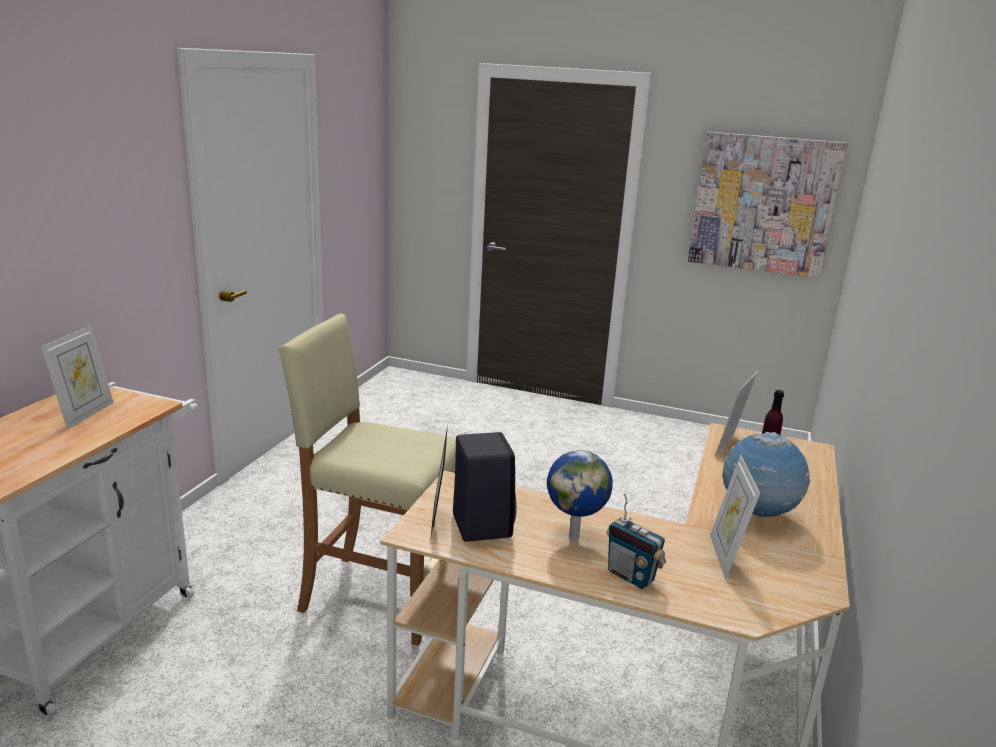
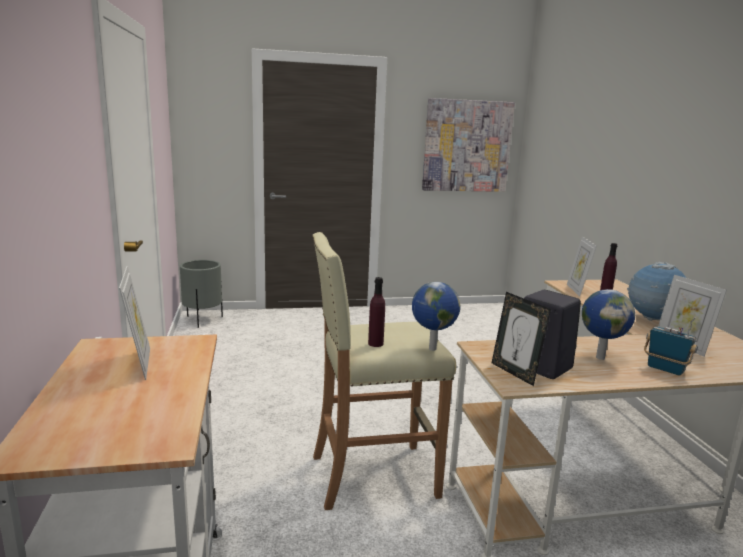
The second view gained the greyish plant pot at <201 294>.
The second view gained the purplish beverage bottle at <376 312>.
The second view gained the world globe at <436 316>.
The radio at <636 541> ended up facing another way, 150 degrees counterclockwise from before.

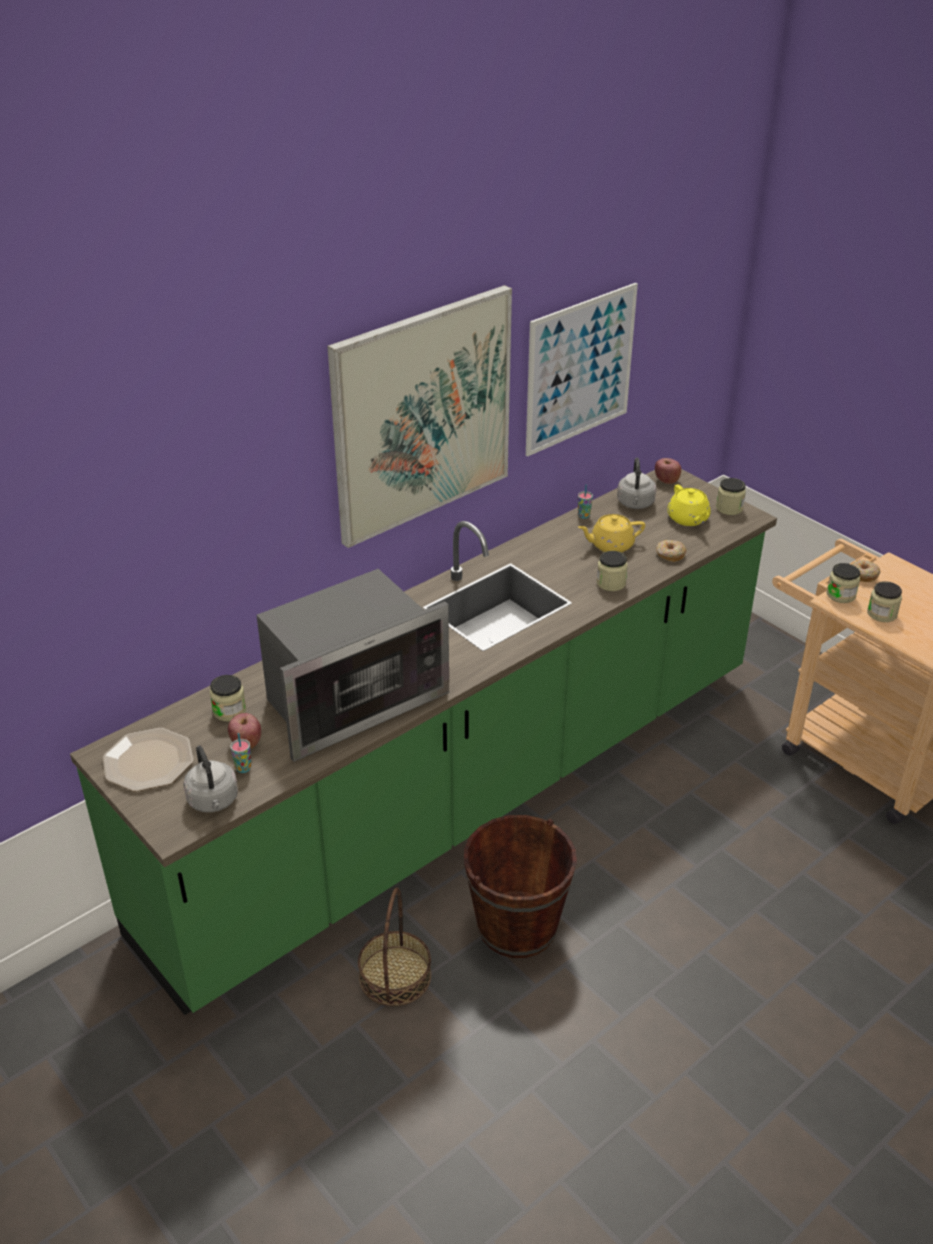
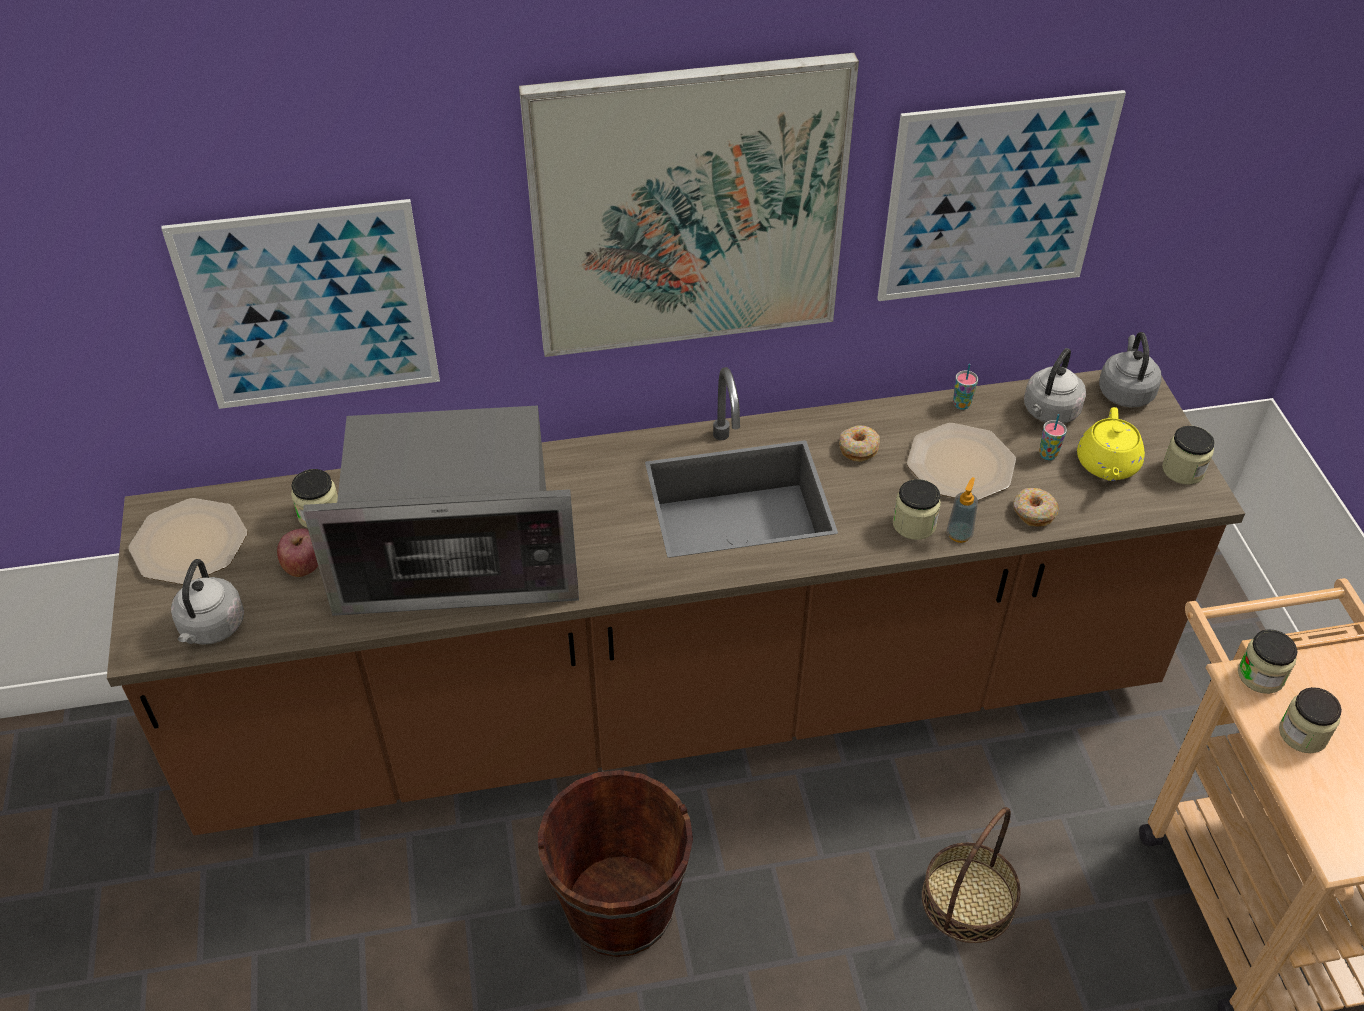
The second view gained the picture at <300 304>.
The second view gained the soap bottle at <962 510>.
The drinking cup ended up elsewhere, having gone from <240 753> to <1053 437>.
The basket ended up elsewhere, having gone from <394 947> to <971 875>.
The ring doughnut ended up elsewhere, having gone from <866 571> to <859 443>.
Where the yellow tea pot stood at <611 533>, the dinner plate came to stand at <961 461>.
Where the apple fruit stood at <668 471>, the greyish kettle came to stand at <1130 370>.
What was the green-coloured kitchen counter at <423 742> turned into the brown kitchen counter at <676 601>.

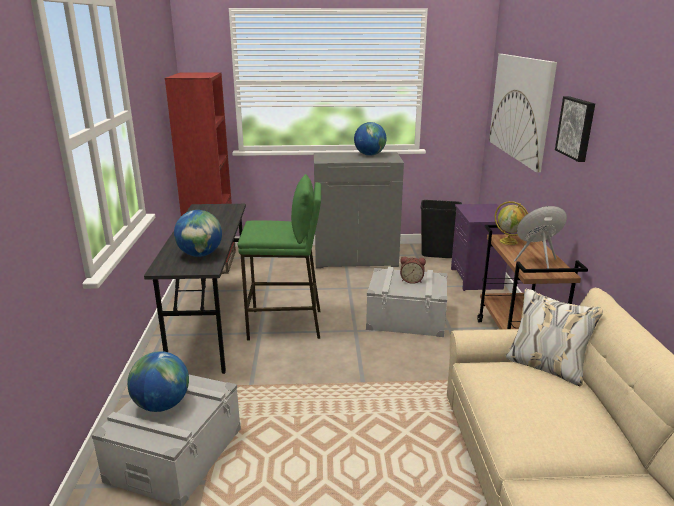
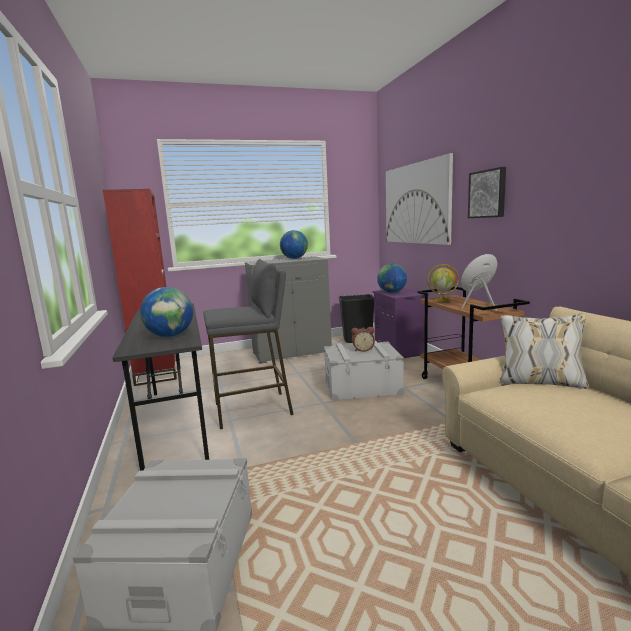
The world globe ended up elsewhere, having gone from <158 381> to <392 278>.
What was the green-coloured sitting stool at <279 257> turned into the greyish sitting stool at <248 344>.

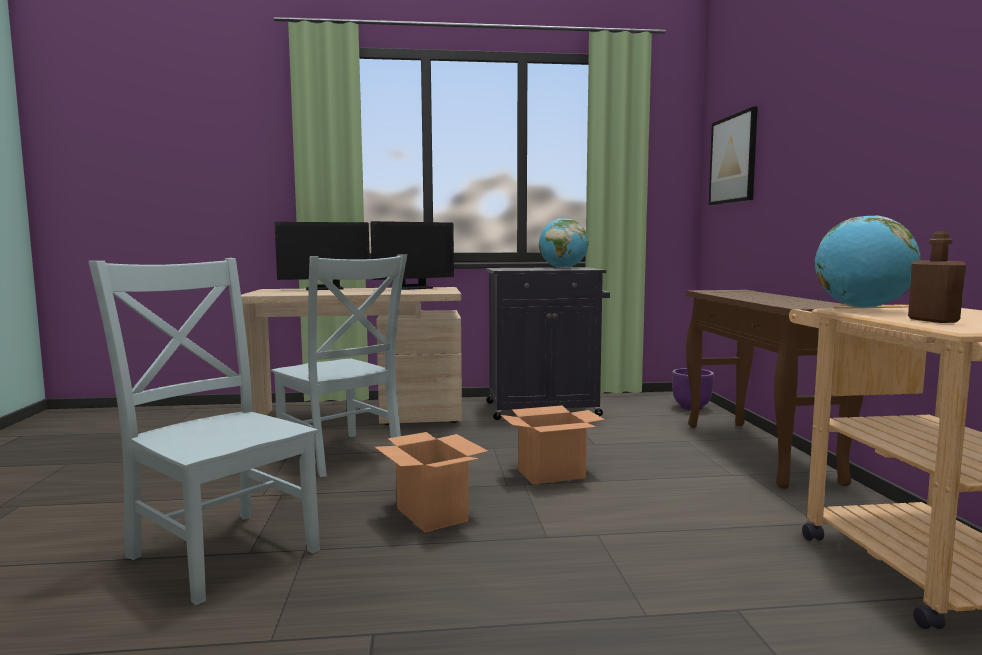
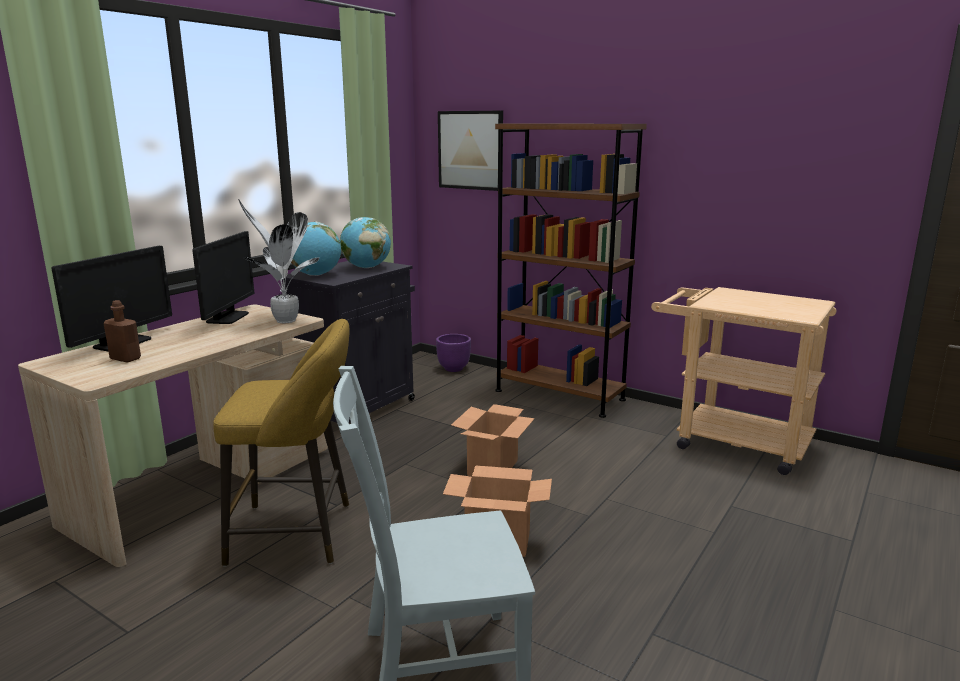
The second view gained the houseplant at <278 261>.
The world globe ended up elsewhere, having gone from <867 261> to <316 249>.
The brown beverage bottle ended up elsewhere, having gone from <937 277> to <122 331>.
Where the greyish plain chair stood at <339 365>, the yellow sitting stool came to stand at <281 443>.
Where the brown hall table stood at <775 389>, the brown bookshelf came to stand at <571 271>.

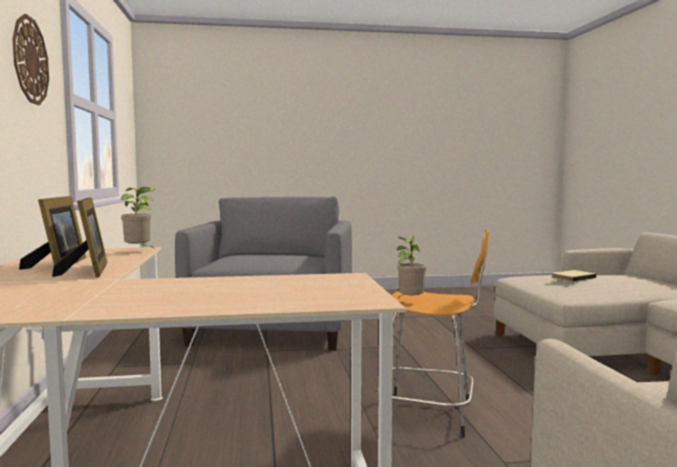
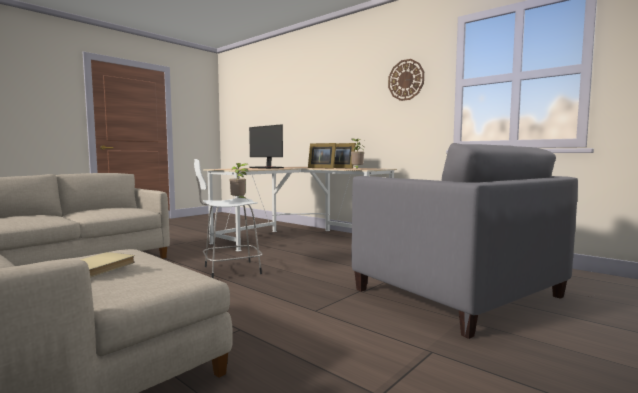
The second view gained the monitor at <266 146>.
What was the orange-coloured sitting stool at <433 334> turned into the white-coloured sitting stool at <228 218>.

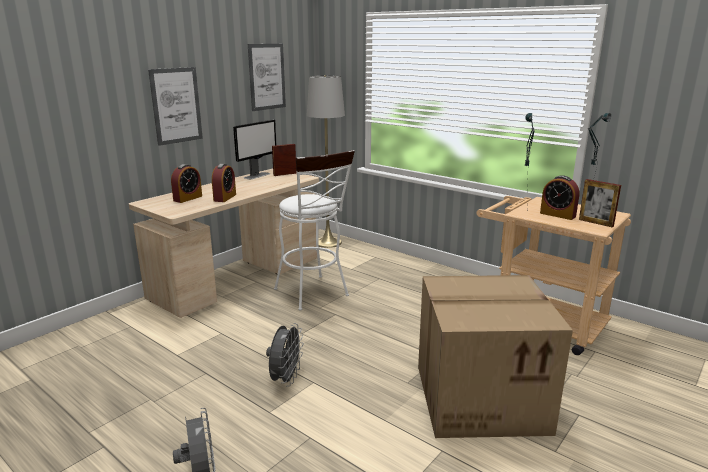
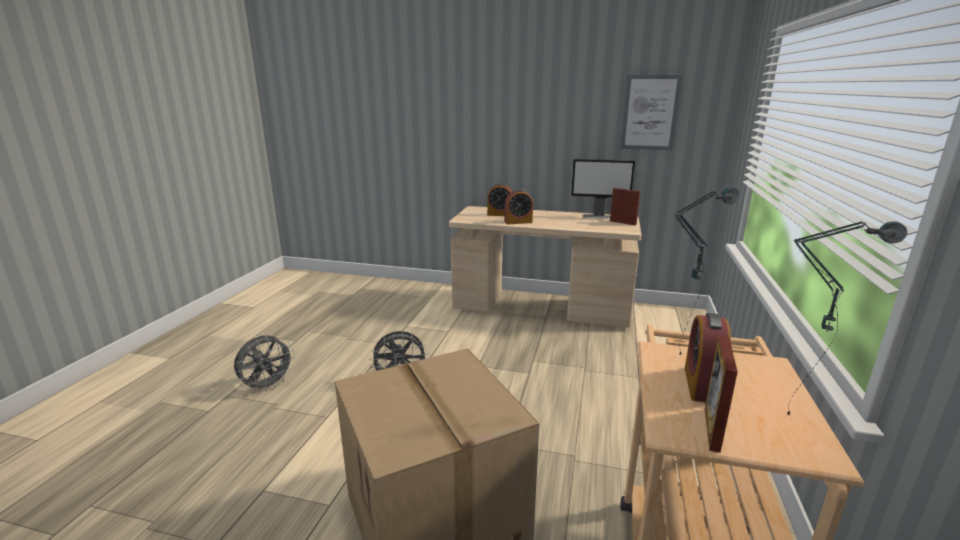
The second view lost the picture at <175 106>.
The second view lost the white-coloured sitting stool at <314 230>.
The second view lost the greyish floor lamp at <326 161>.

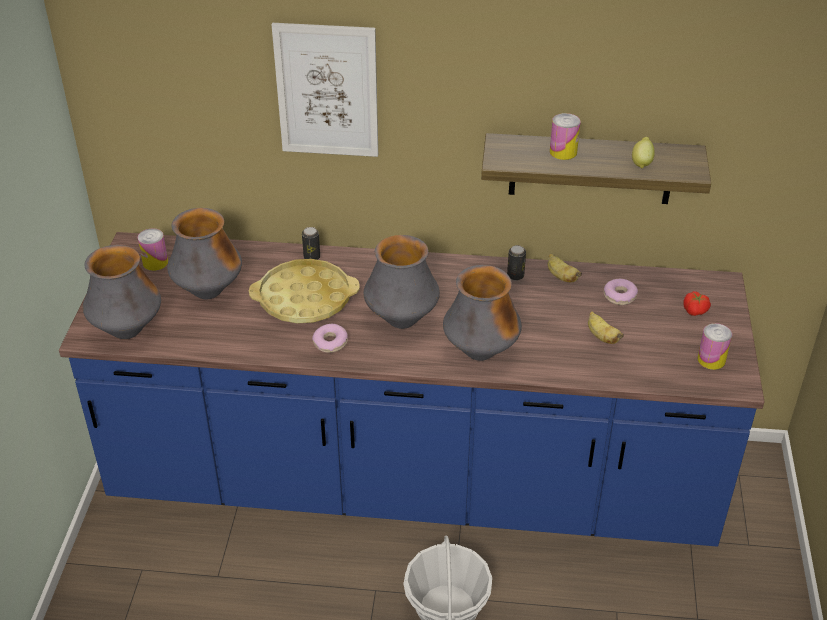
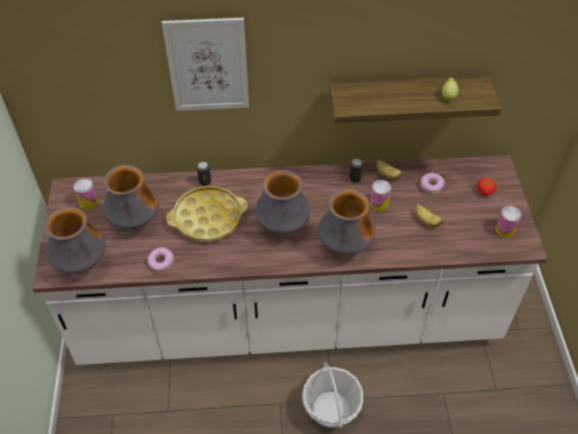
The ring doughnut ended up elsewhere, having gone from <330 338> to <160 259>.
The can ended up elsewhere, having gone from <565 136> to <380 195>.
What was the blue-coloured kitchen counter at <411 389> turned into the white-coloured kitchen counter at <290 260>.

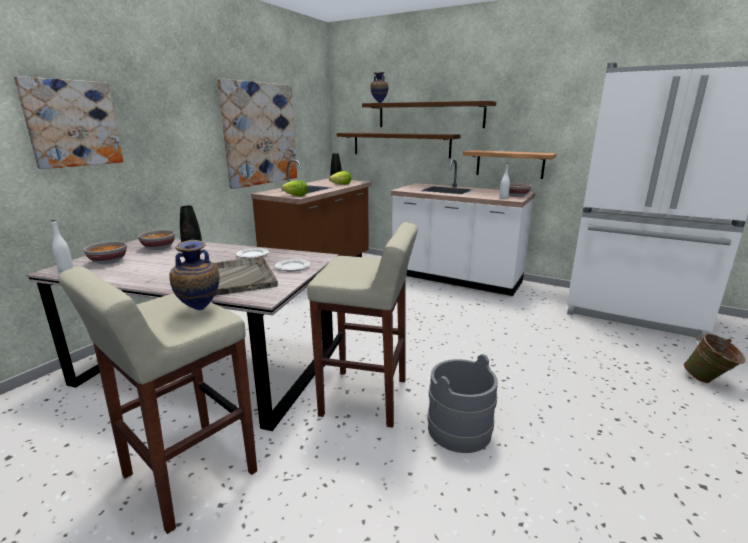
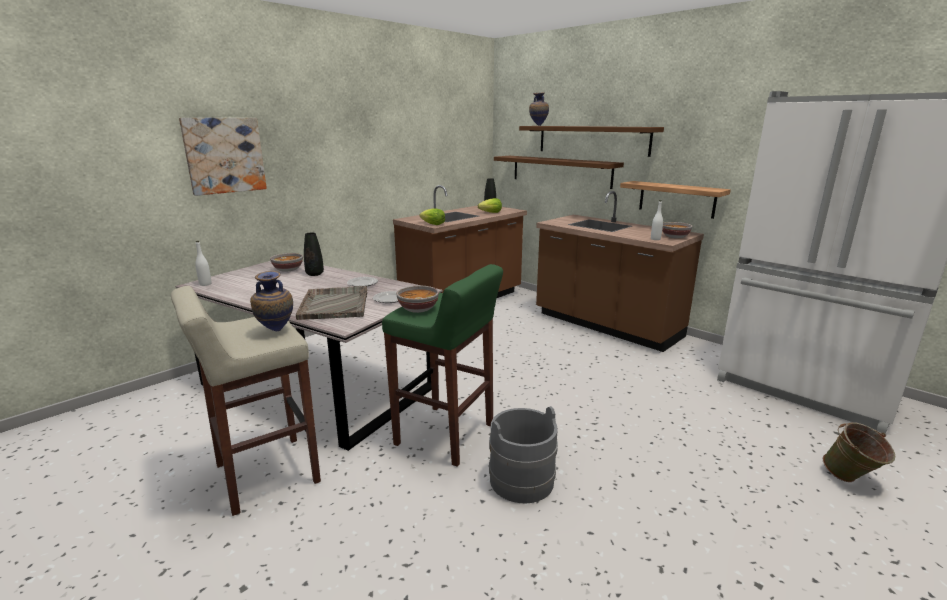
The second view lost the picture at <257 133>.
The bowl ended up elsewhere, having gone from <105 252> to <417 299>.
What was the sand-coloured sitting stool at <362 325> turned into the green-coloured sitting stool at <442 365>.
What was the white-coloured kitchen counter at <462 227> turned into the brown kitchen counter at <620 271>.

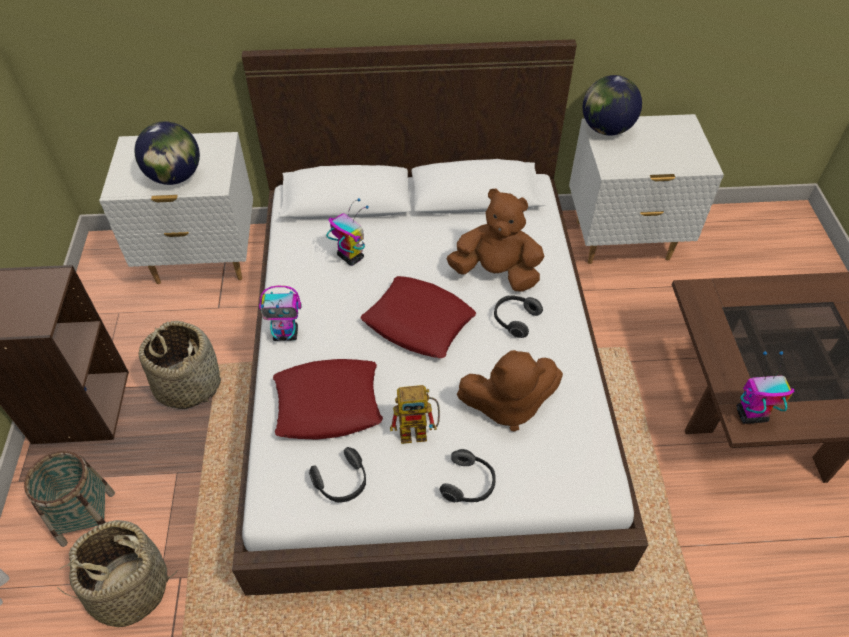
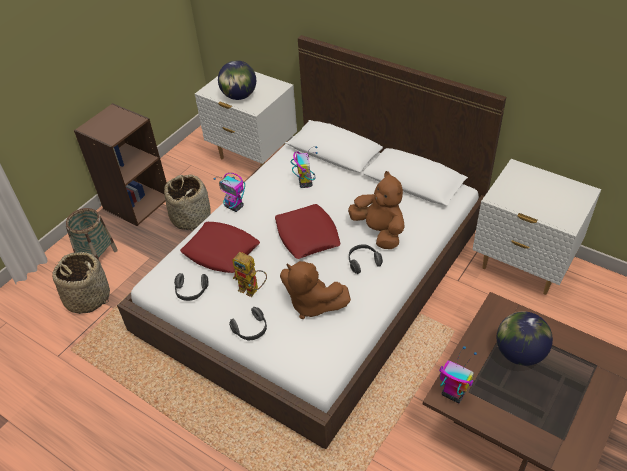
The world globe ended up elsewhere, having gone from <612 105> to <525 338>.

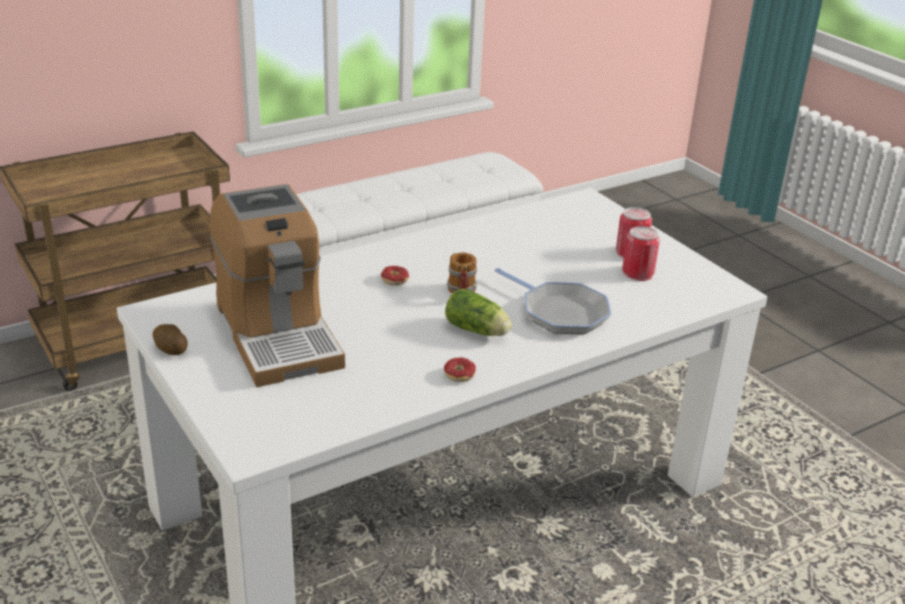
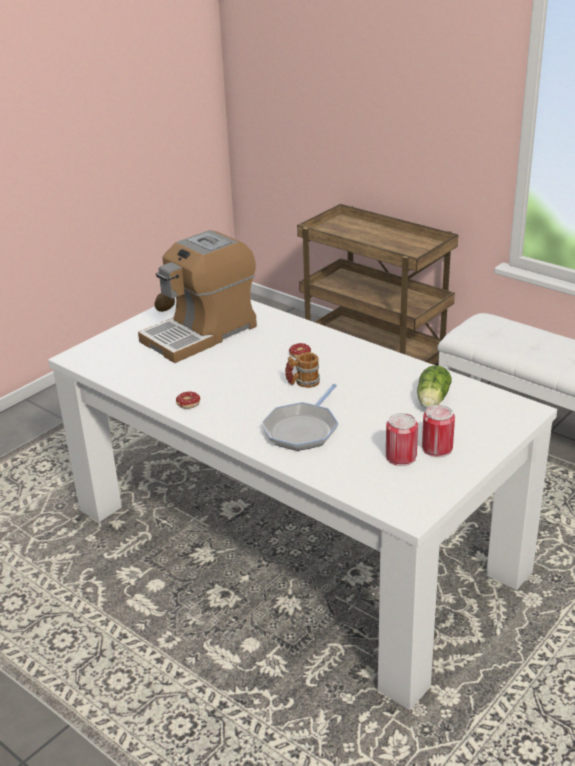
The lettuce head ended up elsewhere, having gone from <478 312> to <434 386>.

